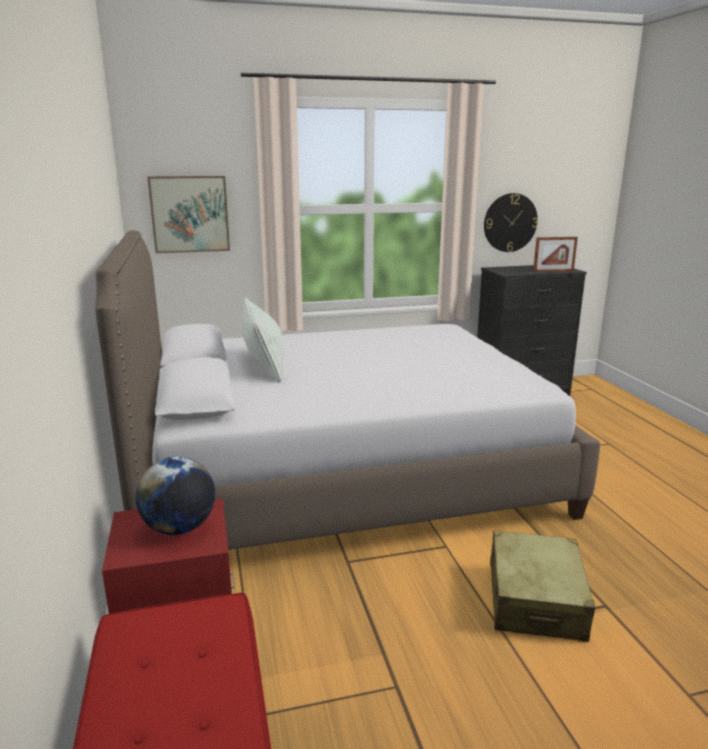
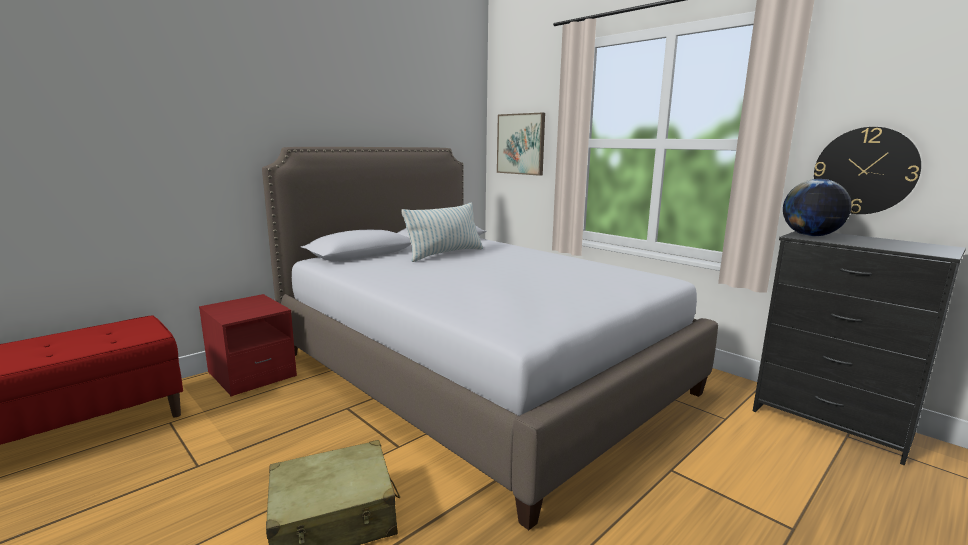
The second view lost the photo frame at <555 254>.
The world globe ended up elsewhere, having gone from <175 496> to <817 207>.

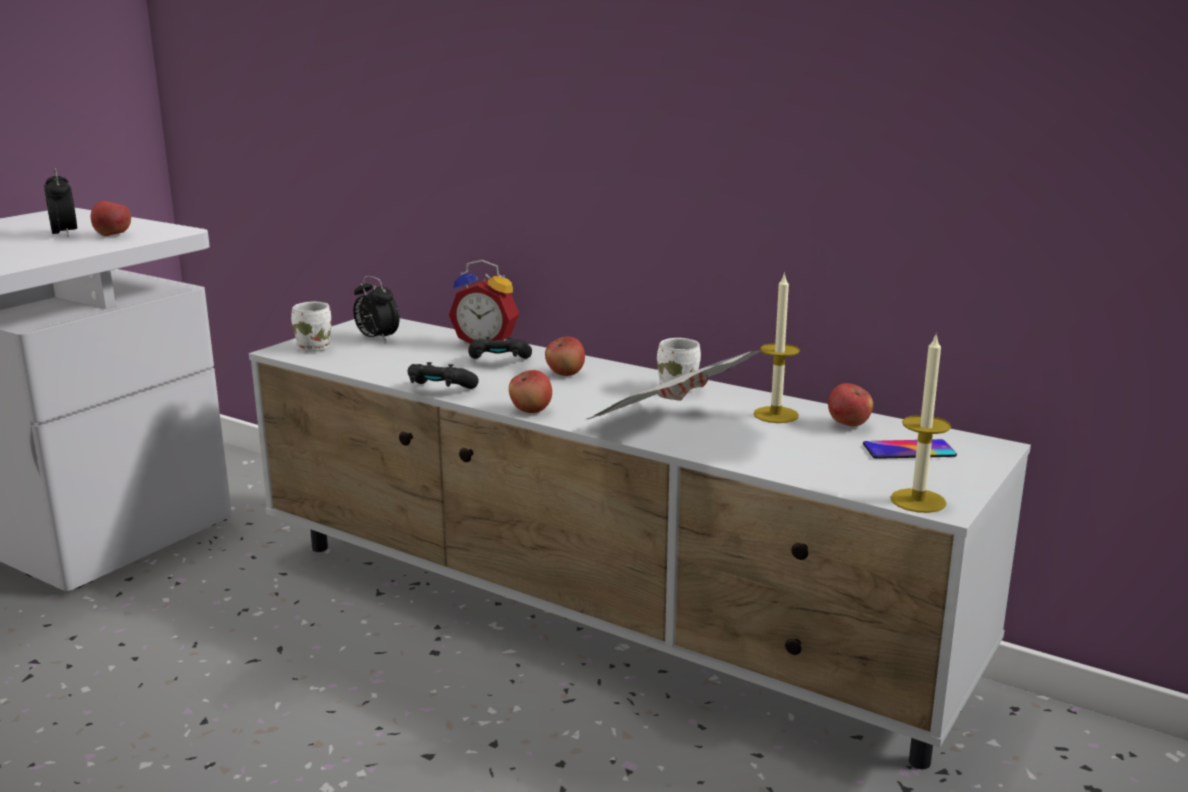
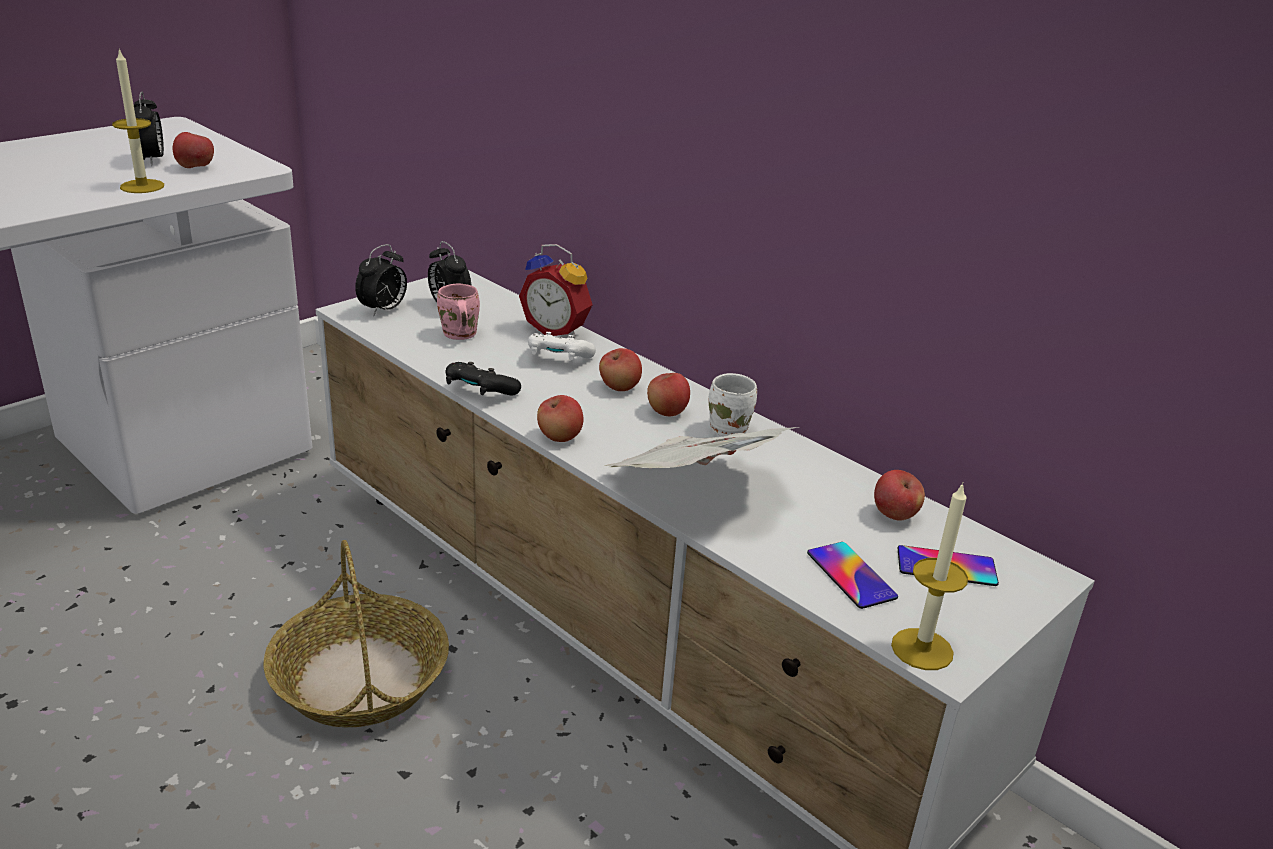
The second view gained the basket at <356 633>.
The second view gained the pink tea mug at <458 312>.
The second view gained the apple fruit at <668 394>.
The second view gained the phone at <852 575>.
The candle ended up elsewhere, having gone from <776 347> to <138 120>.
Where the white-coloured tea mug stood at <311 326>, the bedside clock came to stand at <381 280>.
What was the black-coloured gamepad at <500 348> turned into the white-coloured gamepad at <562 346>.

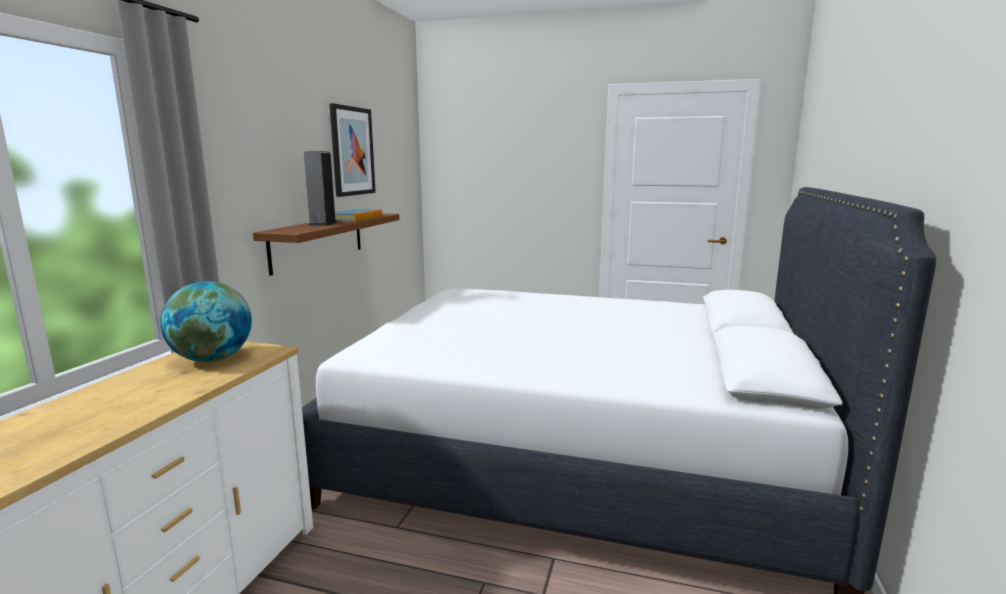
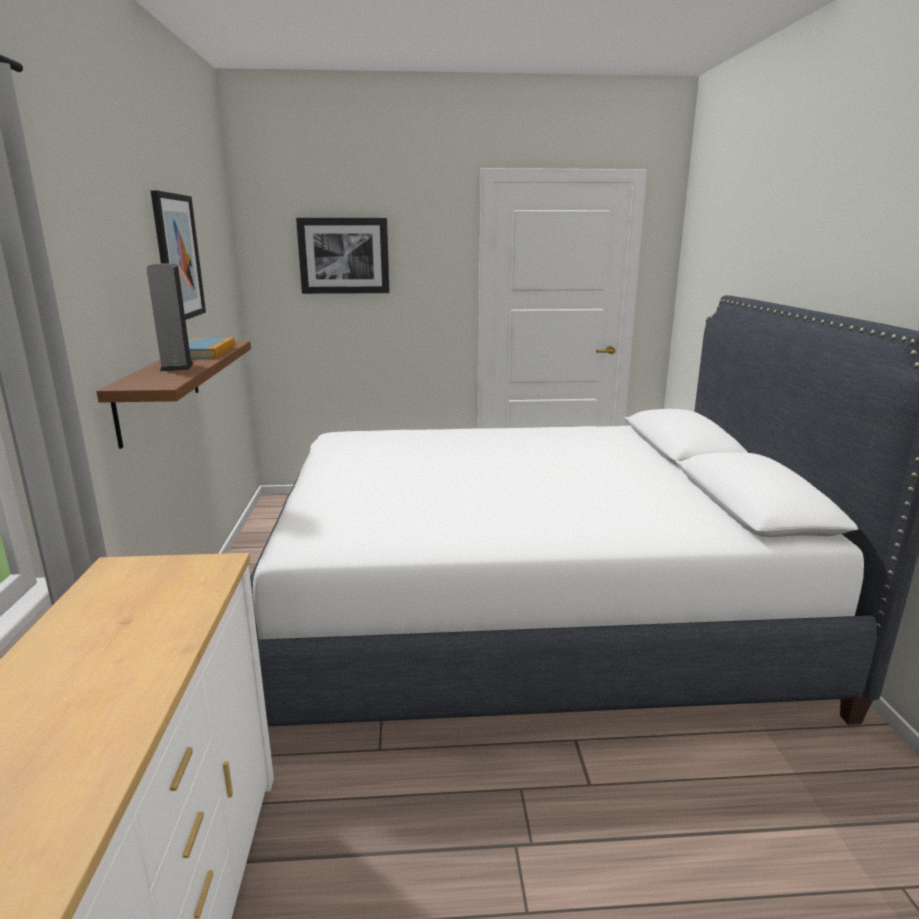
The second view lost the world globe at <206 321>.
The second view gained the picture at <343 256>.

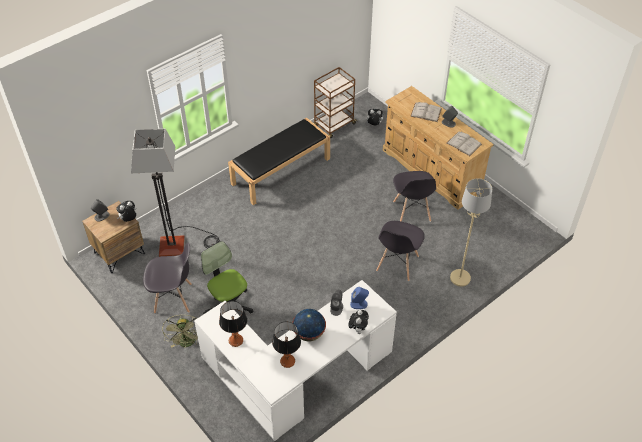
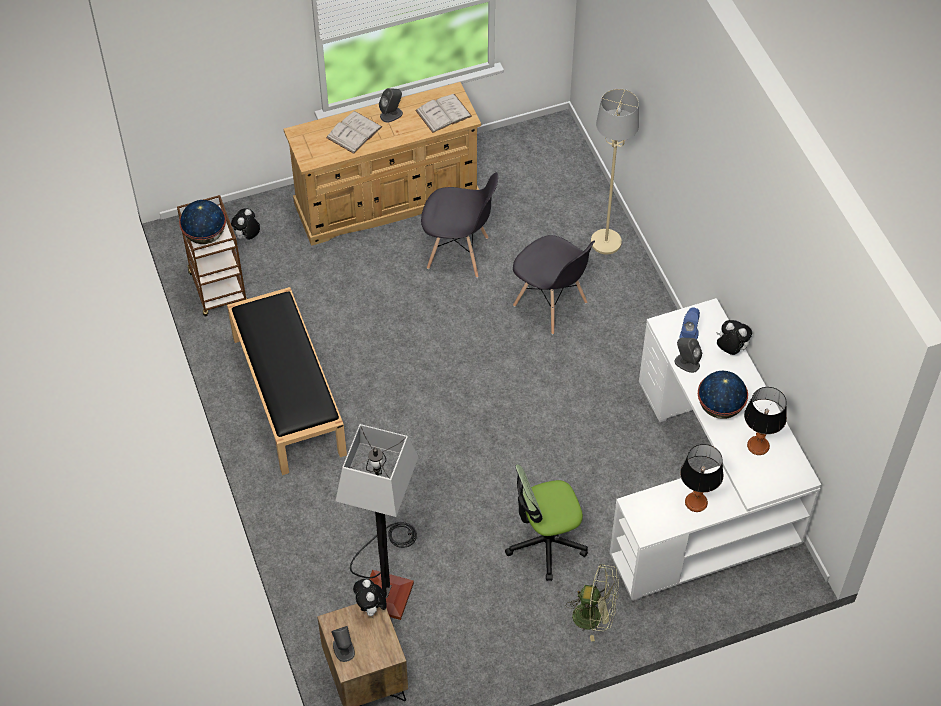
The second view lost the greyish plain chair at <167 278>.
The second view gained the world globe at <202 222>.

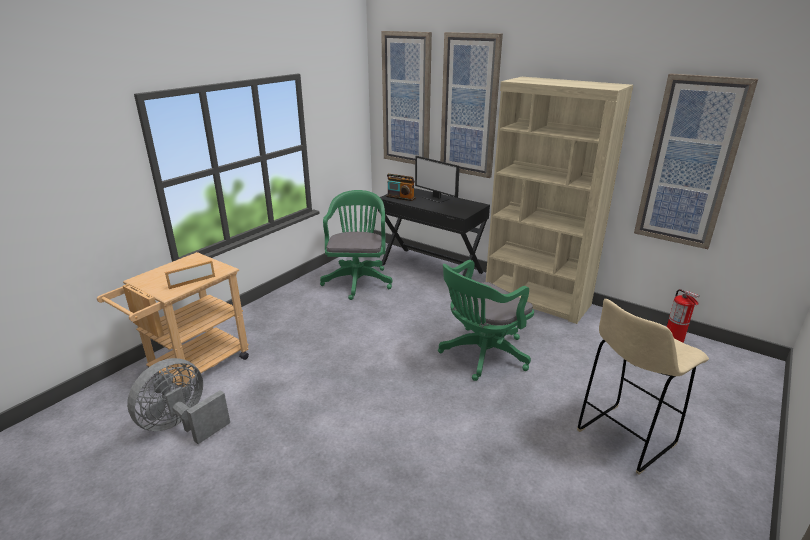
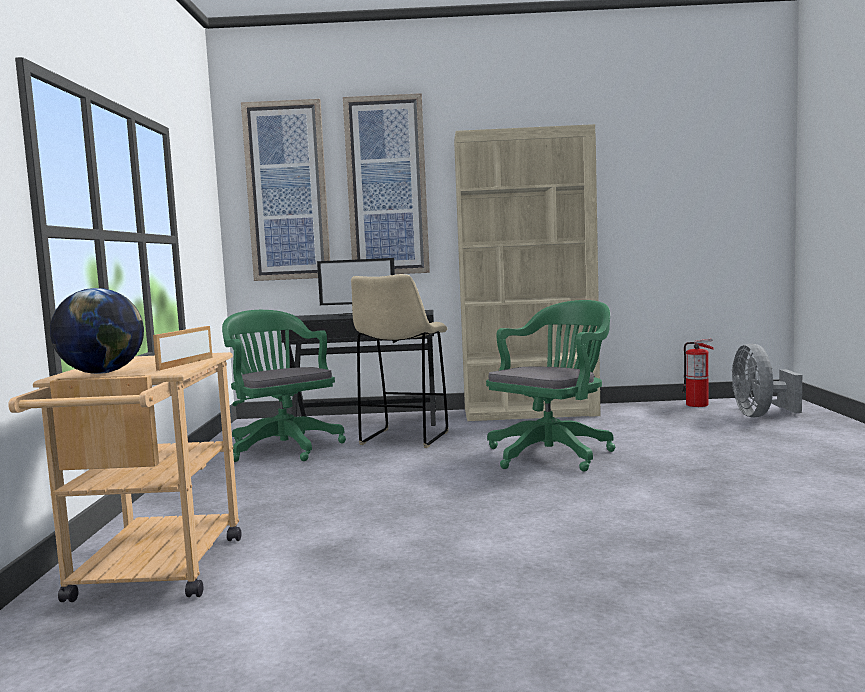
The second view lost the radio at <401 187>.
The second view lost the picture at <696 161>.
The second view gained the world globe at <97 331>.
The greyish electric fan ended up elsewhere, having gone from <178 401> to <767 380>.
The sand-coloured sitting stool ended up elsewhere, having gone from <643 387> to <400 361>.
The green-coloured desk chair at <486 320> ended up facing another way, 150 degrees counterclockwise from before.

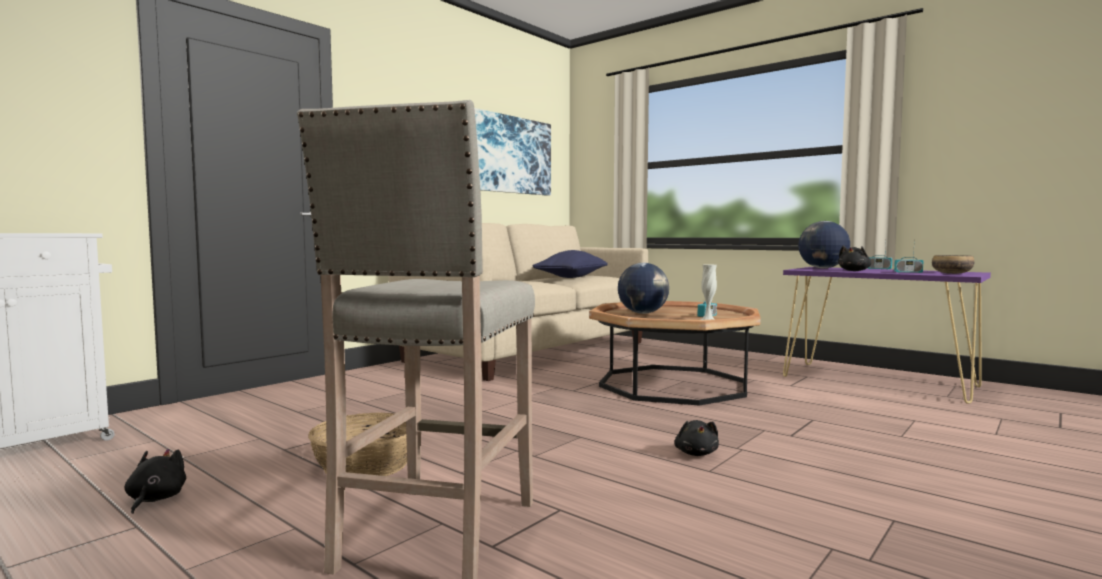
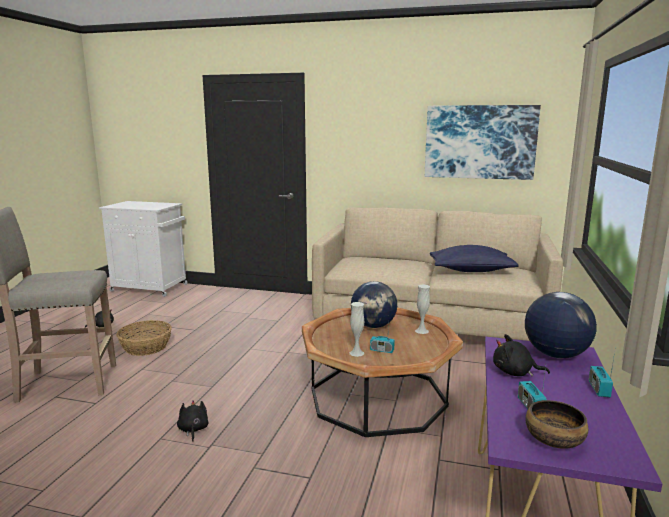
The second view gained the white-coloured flower vase at <422 309>.
The black-coloured cuddly toy at <696 438> ended up facing another way, 105 degrees clockwise from before.

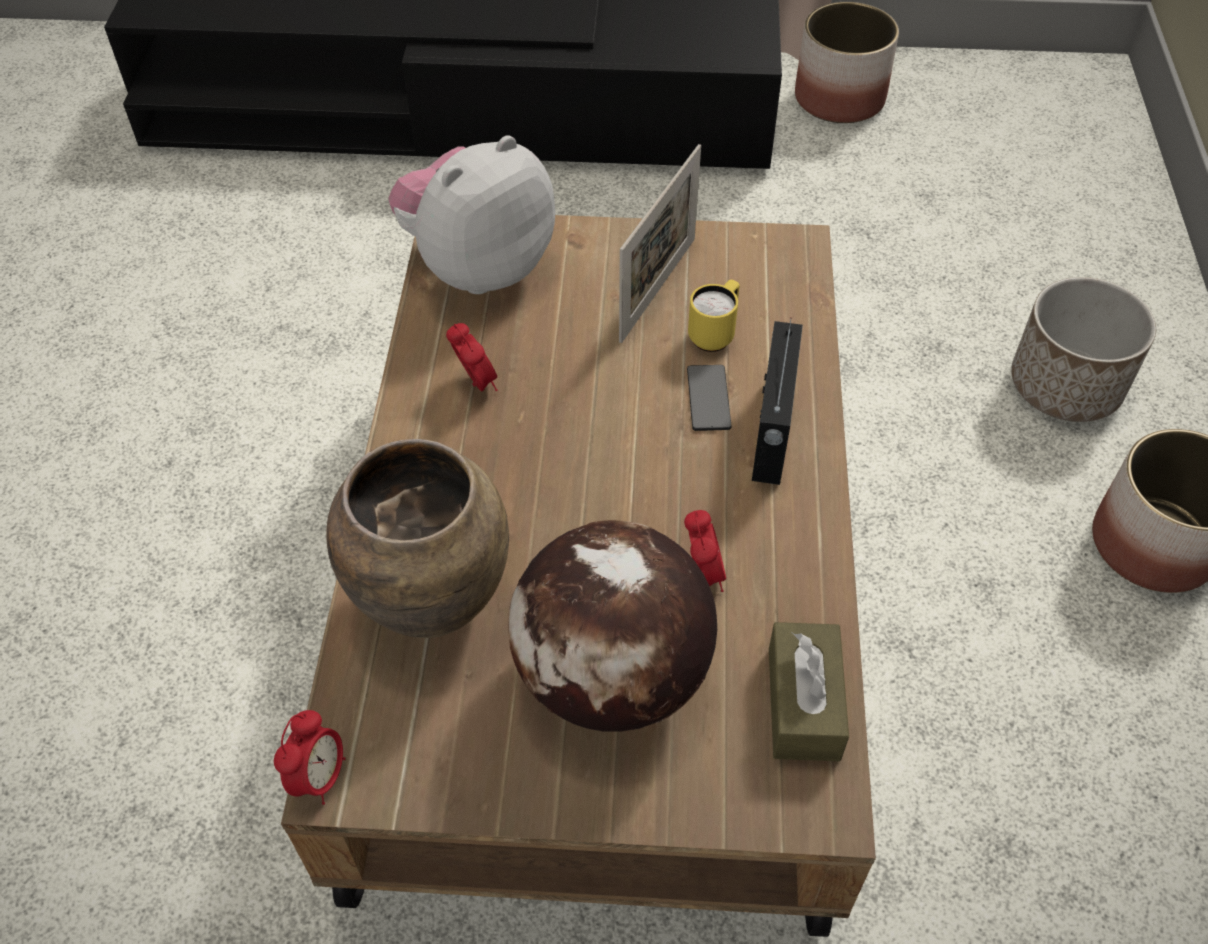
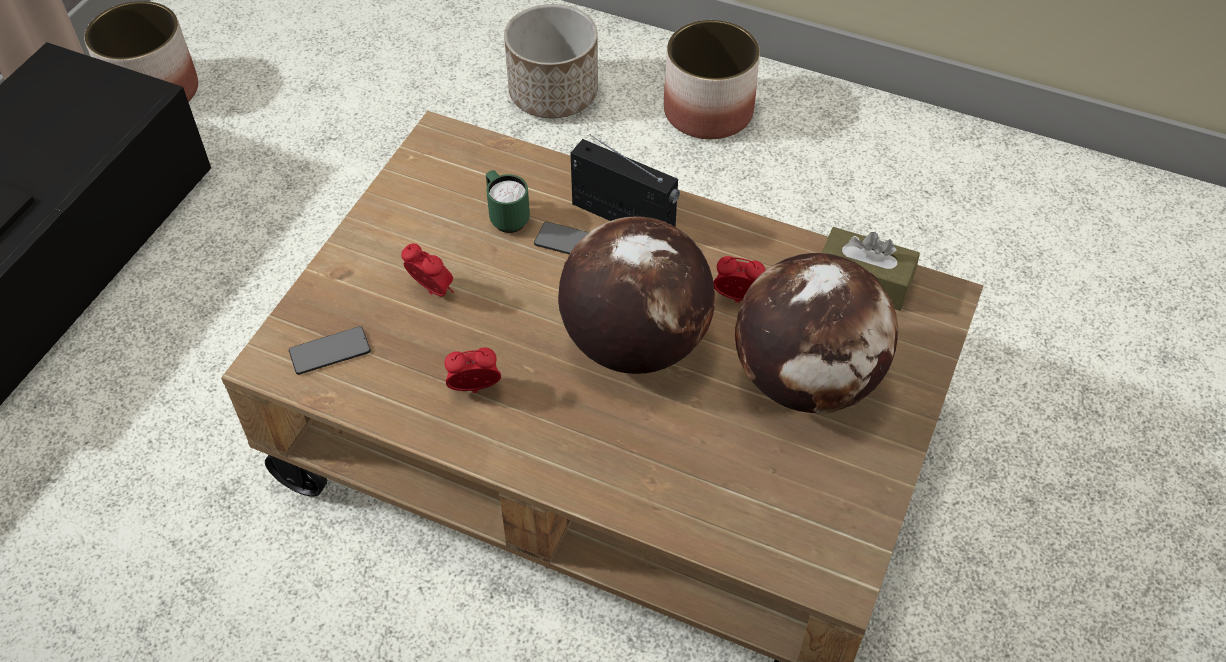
The second view lost the brown flower vase at <417 538>.
The second view lost the photo frame at <660 243>.
The second view gained the world globe at <636 295>.
The bedside clock ended up elsewhere, having gone from <309 757> to <427 270>.
Where the cuddly toy stood at <472 214>, the phone came to stand at <330 350>.
What was the yellow tea mug at <714 316> turned into the green-coloured tea mug at <508 201>.

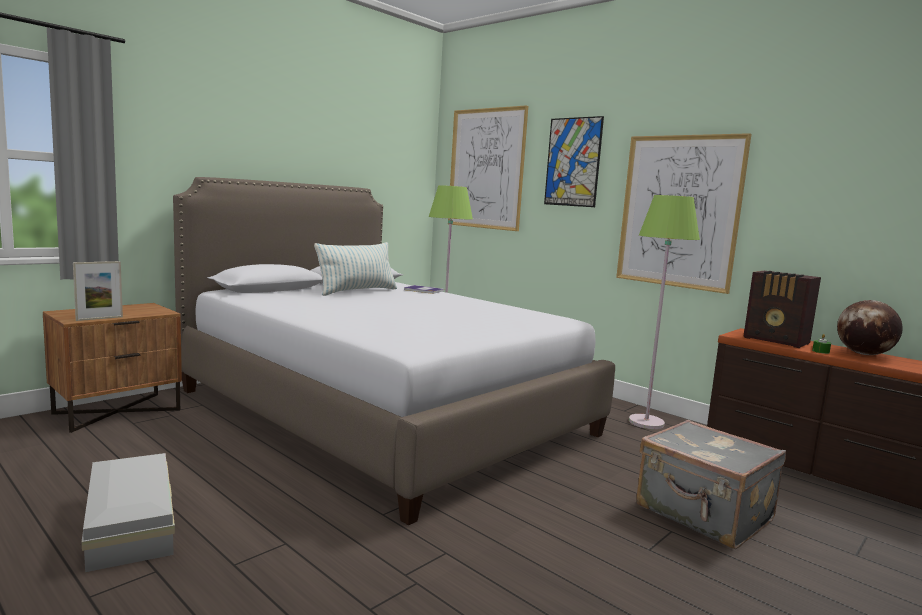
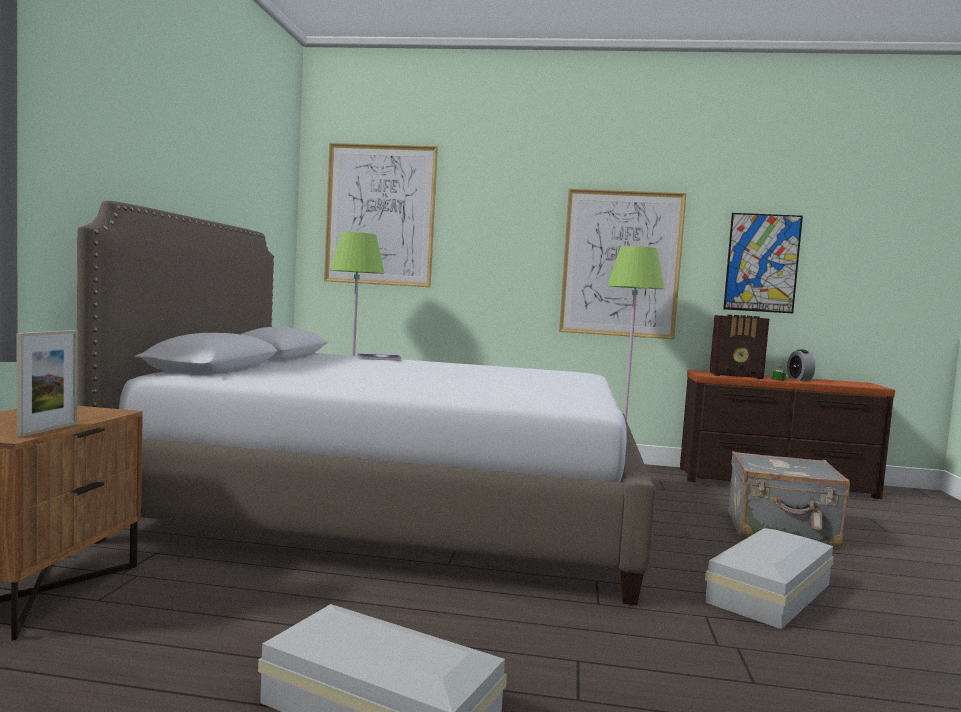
The second view lost the throw pillow at <355 269>.
The second view gained the white-coloured storage bin at <769 578>.
The picture ended up elsewhere, having gone from <574 161> to <763 263>.
Where the world globe stood at <870 327>, the bedside clock came to stand at <801 365>.

